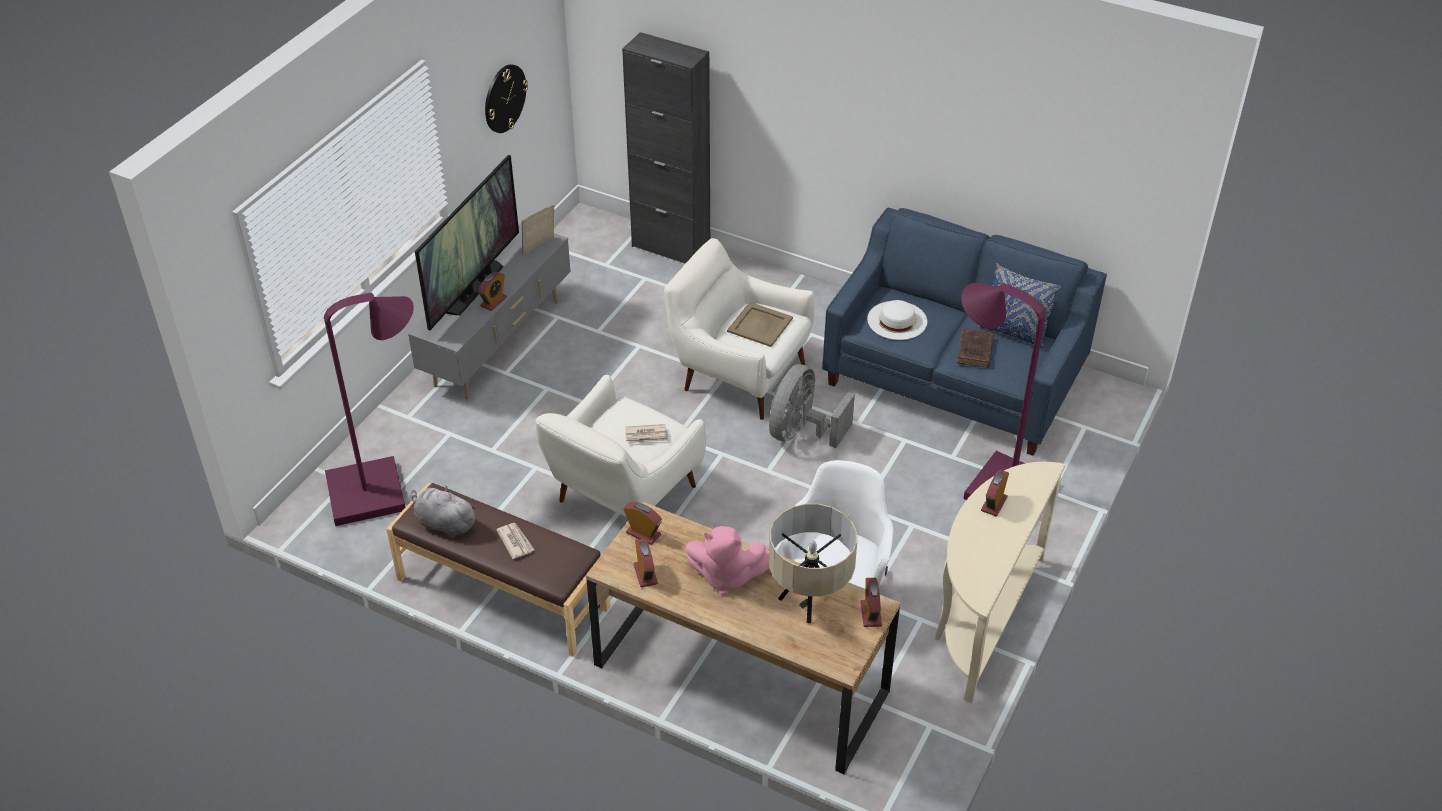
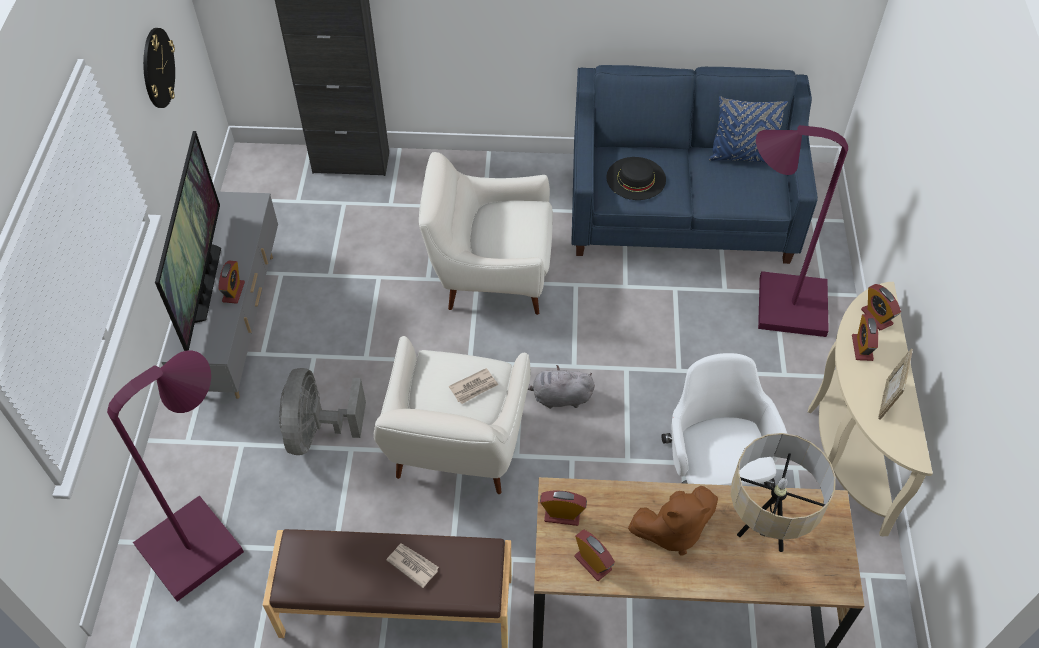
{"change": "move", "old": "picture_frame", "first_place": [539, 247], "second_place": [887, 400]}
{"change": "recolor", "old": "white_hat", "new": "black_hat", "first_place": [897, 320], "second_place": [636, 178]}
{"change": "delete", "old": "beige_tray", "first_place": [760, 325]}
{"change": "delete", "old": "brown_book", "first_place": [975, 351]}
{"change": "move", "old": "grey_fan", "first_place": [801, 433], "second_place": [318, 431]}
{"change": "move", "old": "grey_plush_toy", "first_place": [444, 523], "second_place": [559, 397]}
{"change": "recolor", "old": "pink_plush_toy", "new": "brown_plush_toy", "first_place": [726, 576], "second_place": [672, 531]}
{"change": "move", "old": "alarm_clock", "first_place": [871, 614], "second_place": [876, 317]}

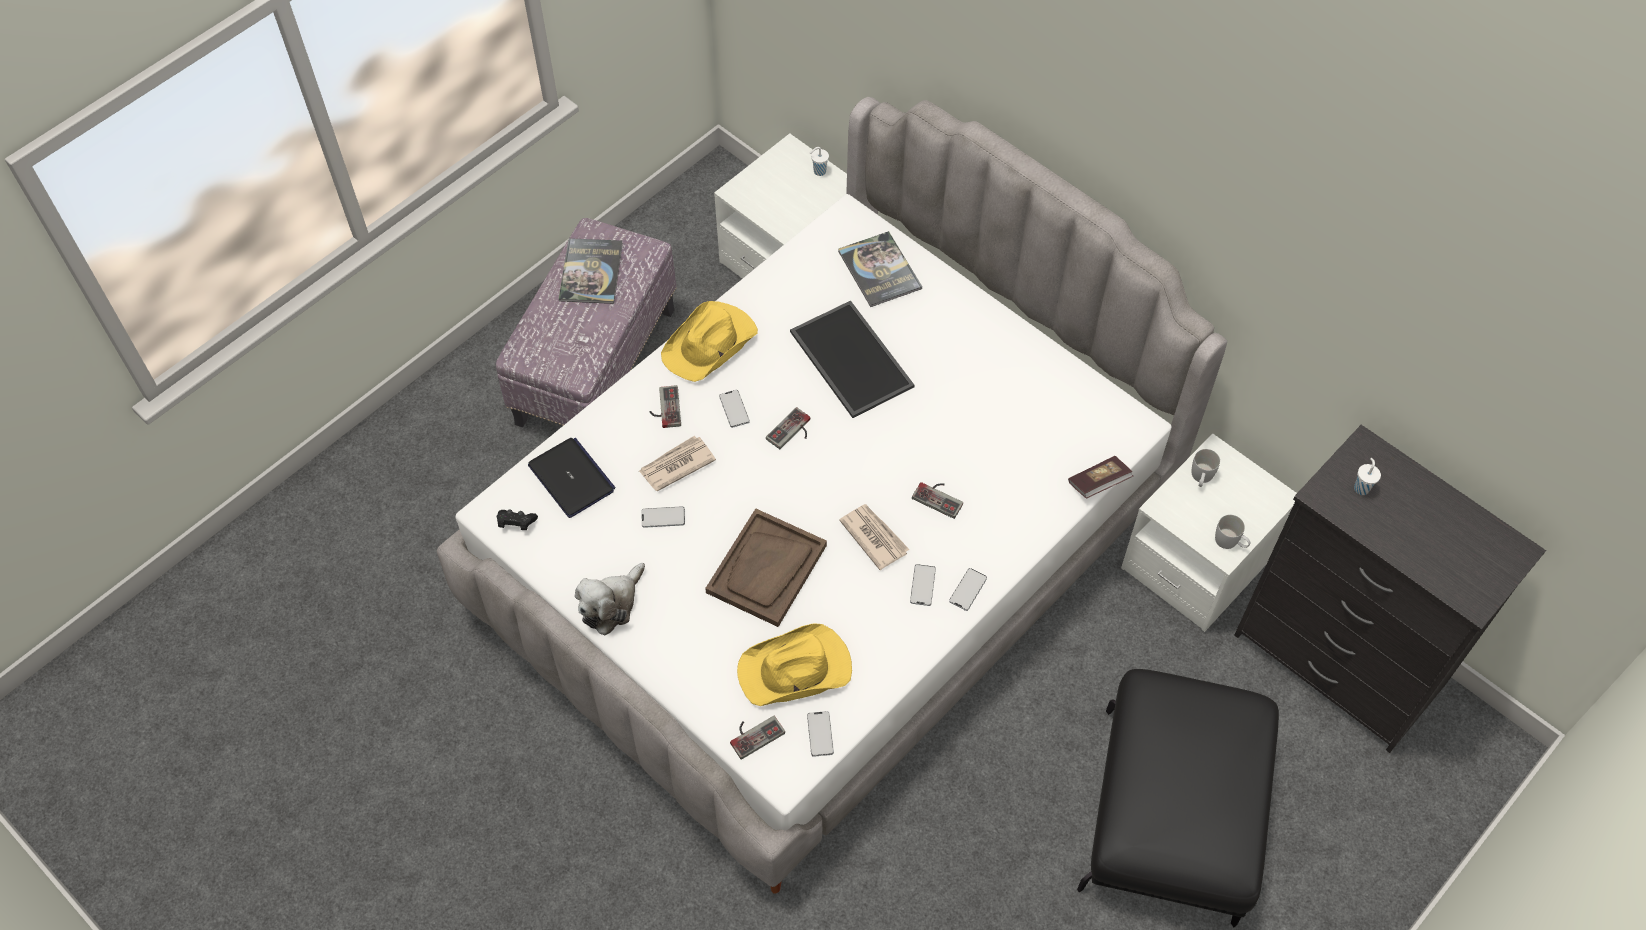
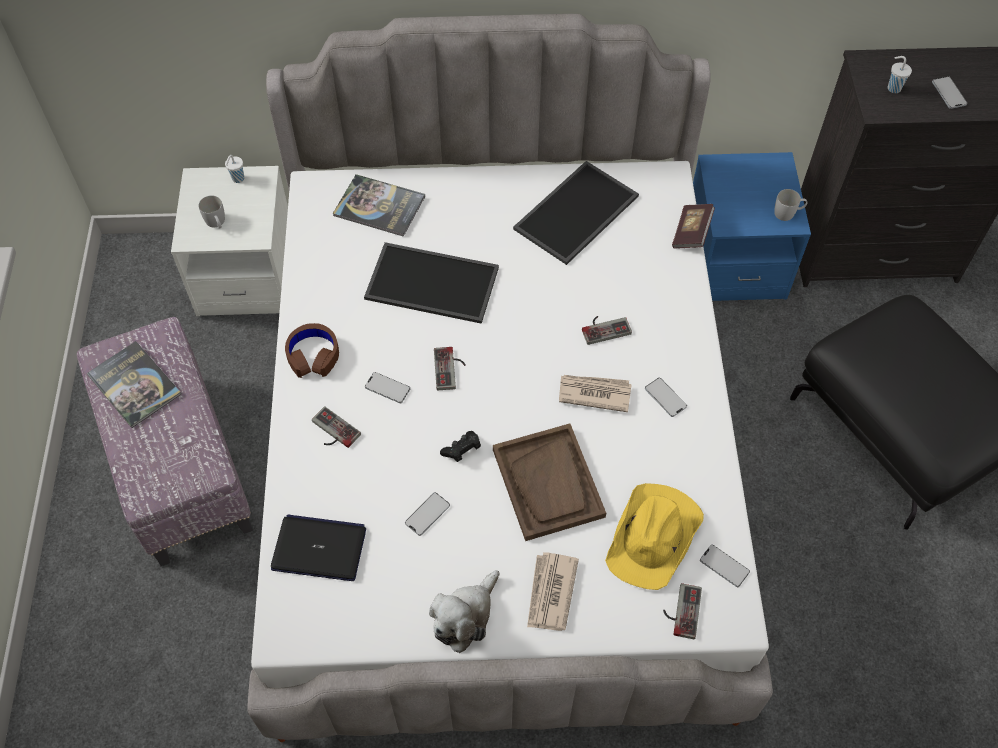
{"change": "replace", "old": "yellow_hat", "new": "brown_headphones", "first_place": [710, 344], "second_place": [313, 355]}
{"change": "recolor", "old": "white_nightstand", "new": "blue_nightstand", "first_place": [1197, 563], "second_place": [734, 261]}
{"change": "move", "old": "newspaper", "first_place": [676, 465], "second_place": [550, 593]}
{"change": "move", "old": "white_mug", "first_place": [1201, 478], "second_place": [217, 223]}
{"change": "move", "old": "black_game_controller", "first_place": [516, 523], "second_place": [462, 450]}
{"change": "rotate", "old": "plush_toy", "first_place": [611, 604], "second_place": [465, 616], "degrees": 45}
{"change": "move", "old": "phone", "first_place": [968, 590], "second_place": [949, 93]}
{"change": "insert", "new": "tray", "second_place": [577, 214]}

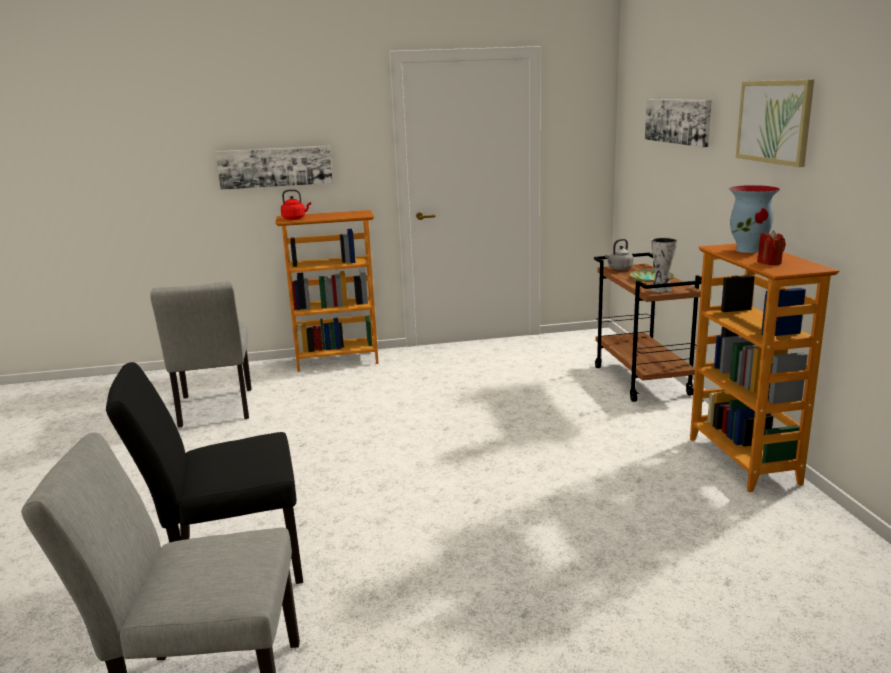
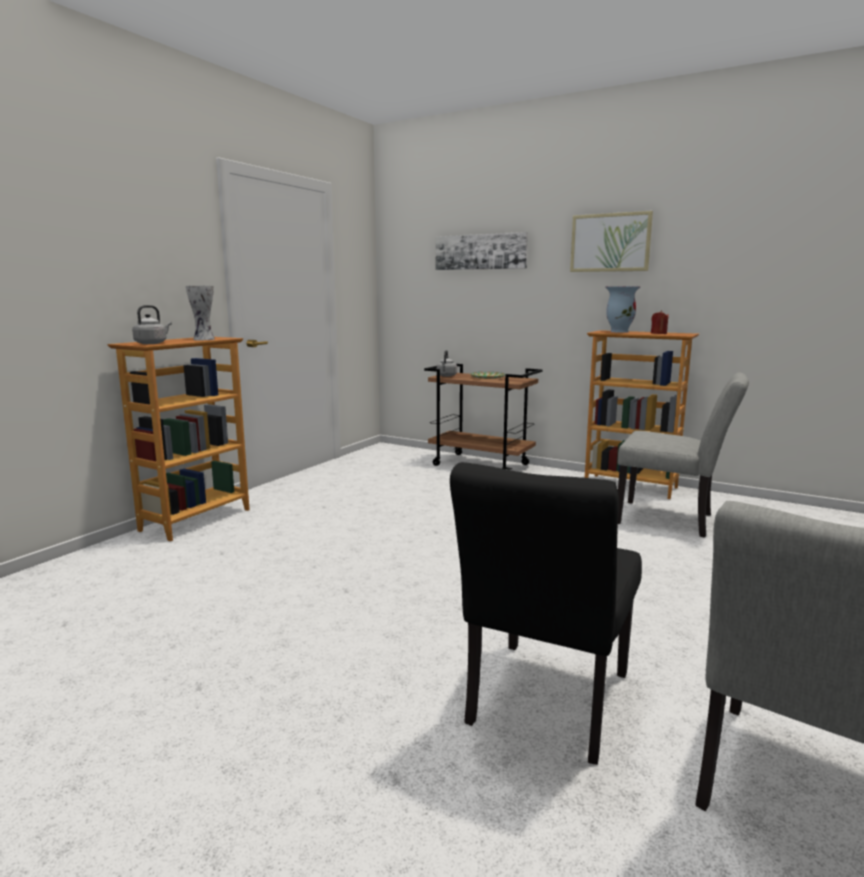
{"change": "delete", "old": "picture", "first_place": [275, 167]}
{"change": "recolor", "old": "red_kettle", "new": "grey_kettle", "first_place": [295, 218], "second_place": [152, 343]}
{"change": "move", "old": "vase", "first_place": [661, 290], "second_place": [204, 339]}
{"change": "move", "old": "grey_chair", "first_place": [215, 410], "second_place": [673, 520]}

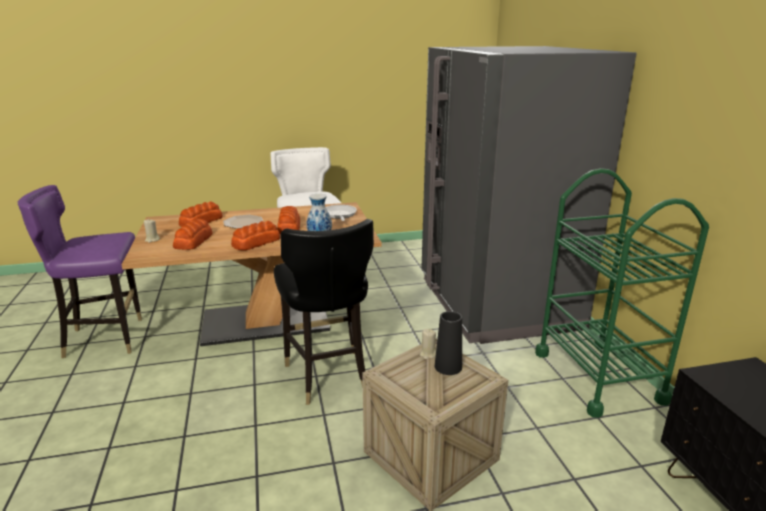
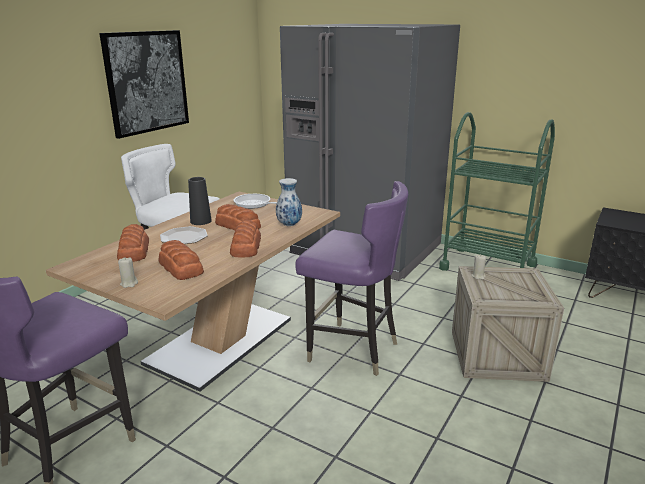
{"change": "recolor", "old": "black_chair", "new": "purple_chair", "first_place": [327, 376], "second_place": [352, 350]}
{"change": "move", "old": "black_vase", "first_place": [448, 367], "second_place": [201, 221]}
{"change": "insert", "new": "picture", "second_place": [147, 82]}

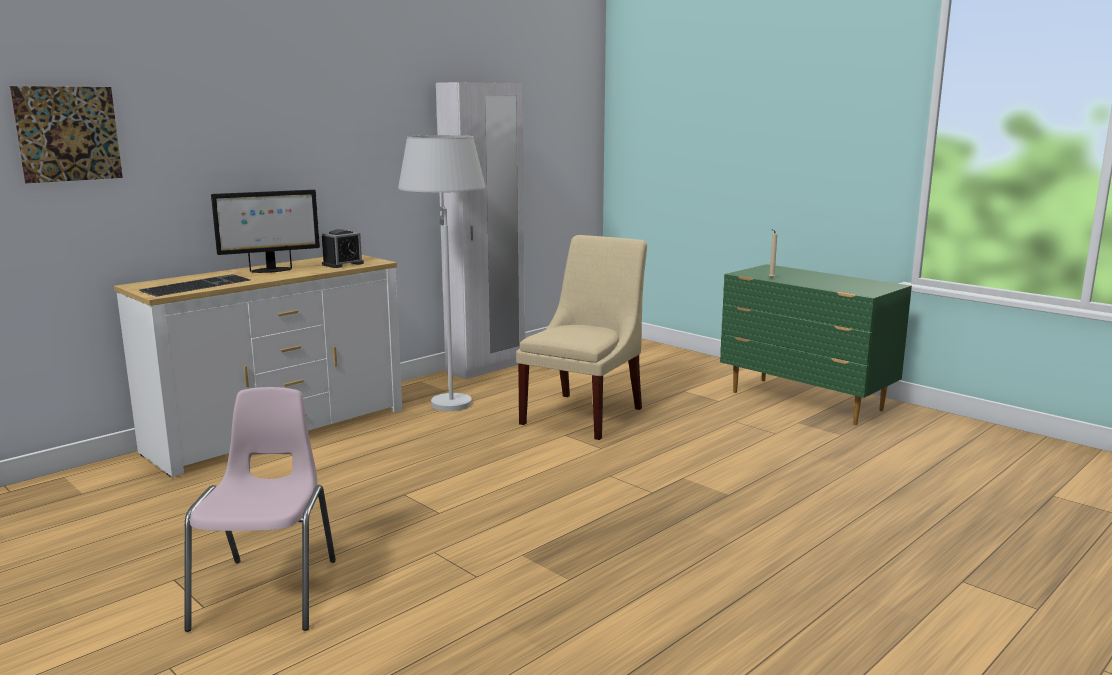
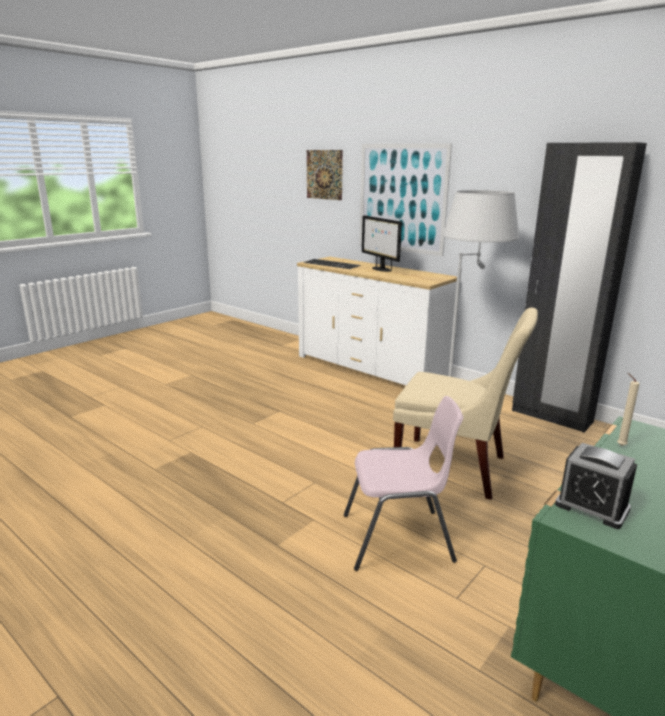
{"change": "recolor", "old": "white_wardrobe", "new": "black_wardrobe", "first_place": [486, 368], "second_place": [551, 416]}
{"change": "move", "old": "alarm_clock", "first_place": [343, 264], "second_place": [592, 507]}
{"change": "move", "old": "pink_chair", "first_place": [269, 592], "second_place": [399, 538]}
{"change": "insert", "new": "picture", "second_place": [402, 198]}

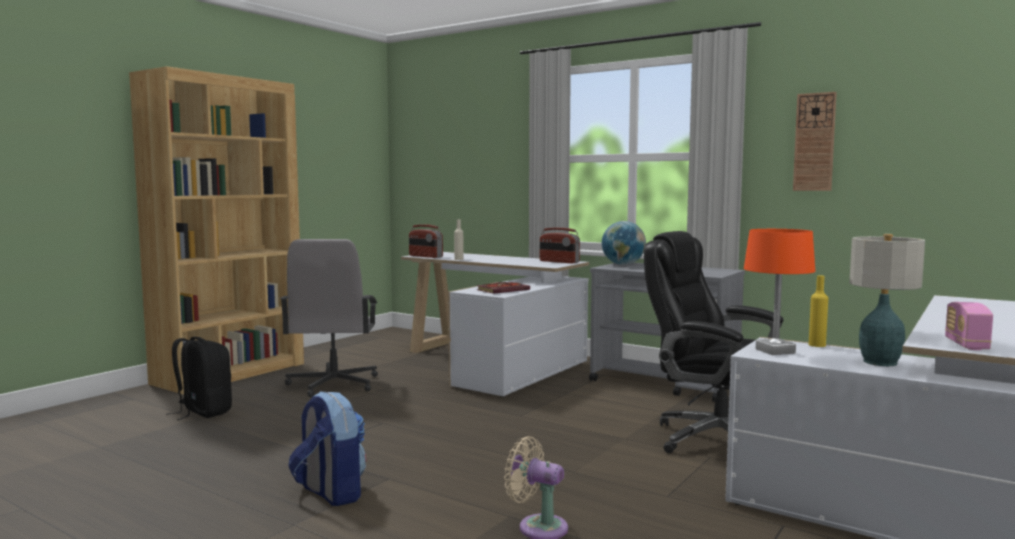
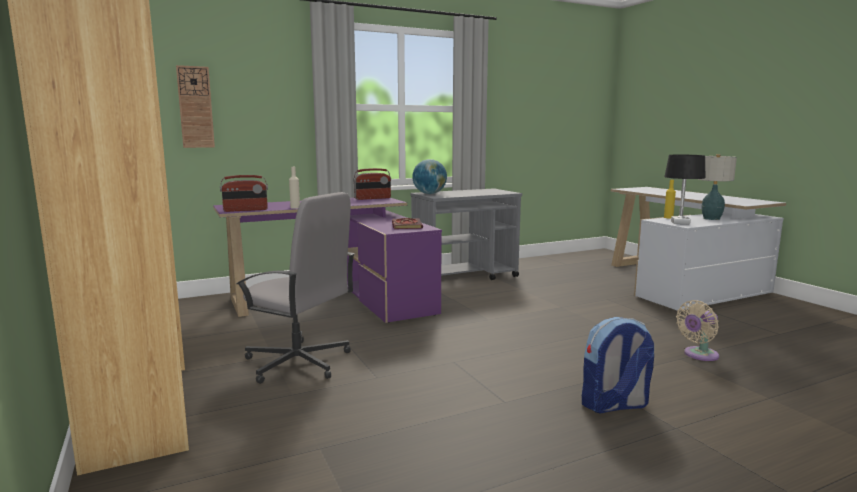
{"change": "move", "old": "wall_clock", "first_place": [814, 142], "second_place": [195, 107]}
{"change": "recolor", "old": "orange_table_lamp", "new": "black_table_lamp", "first_place": [775, 351], "second_place": [680, 223]}
{"change": "delete", "old": "black_office_chair", "first_place": [715, 439]}
{"change": "recolor", "old": "white_desk", "new": "purple_desk", "first_place": [495, 363], "second_place": [339, 300]}
{"change": "delete", "old": "radio", "first_place": [966, 345]}
{"change": "delete", "old": "black_backpack", "first_place": [203, 412]}

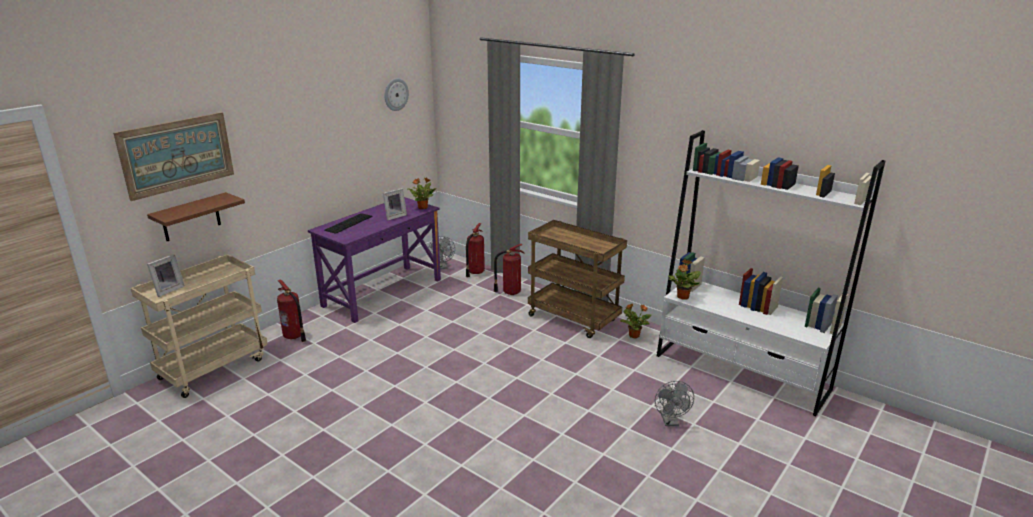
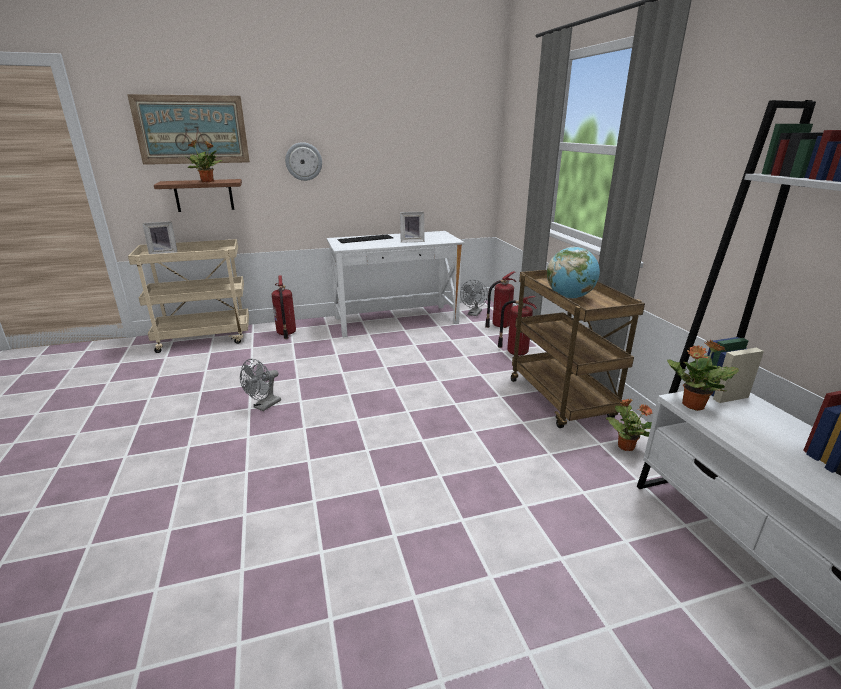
{"change": "move", "old": "wall_clock", "first_place": [395, 94], "second_place": [303, 161]}
{"change": "move", "old": "potted_plant", "first_place": [423, 207], "second_place": [208, 181]}
{"change": "recolor", "old": "purple_desk", "new": "white_desk", "first_place": [382, 293], "second_place": [396, 320]}
{"change": "move", "old": "grey_fan", "first_place": [670, 421], "second_place": [264, 406]}
{"change": "insert", "new": "globe", "second_place": [569, 297]}

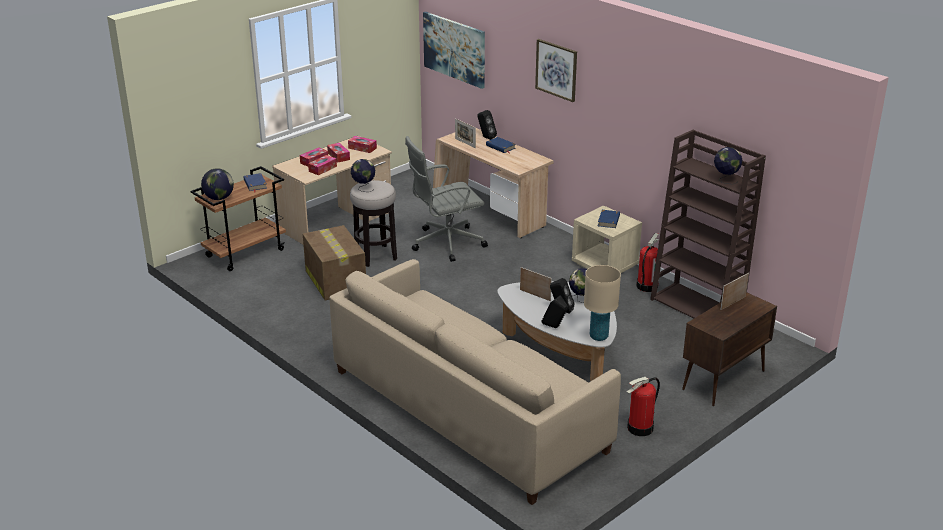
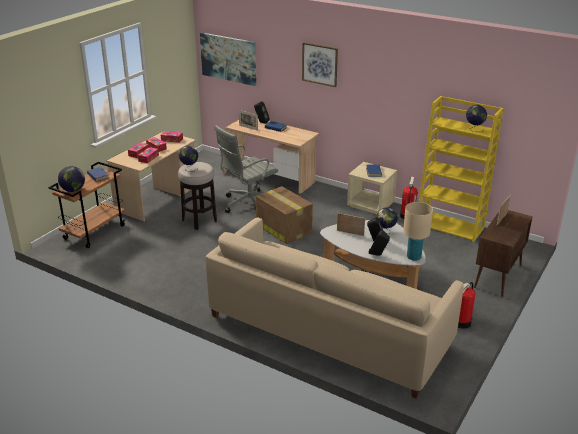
{"change": "recolor", "old": "brown_bookcase", "new": "yellow_bookcase", "first_place": [697, 307], "second_place": [450, 226]}
{"change": "move", "old": "cardboard_box", "first_place": [335, 280], "second_place": [283, 228]}

